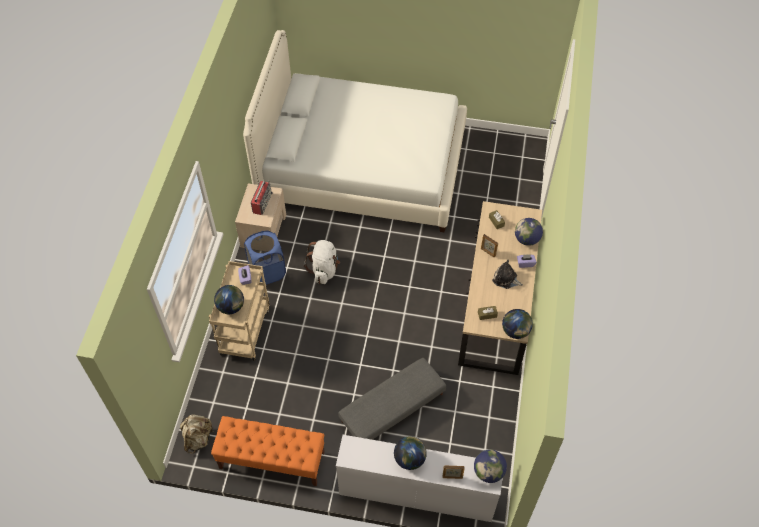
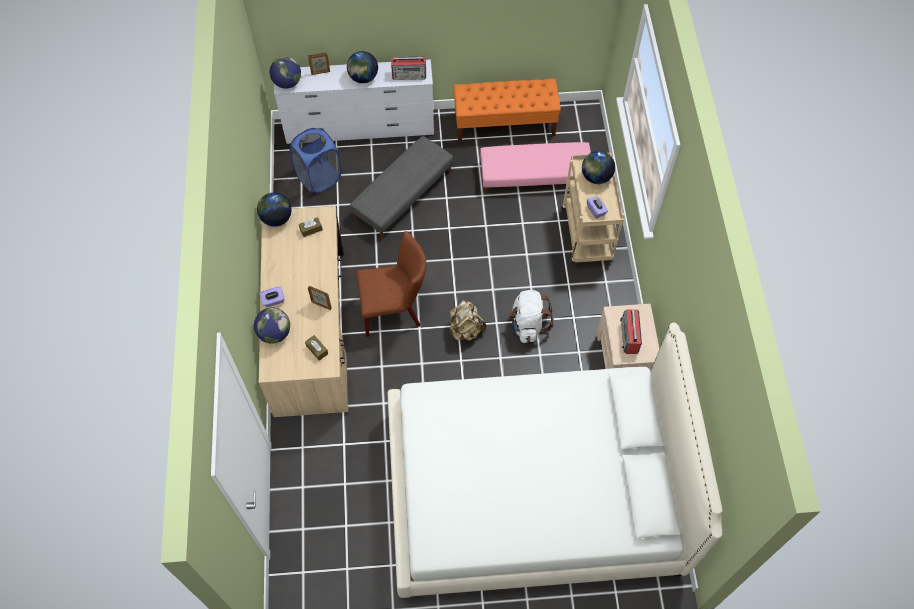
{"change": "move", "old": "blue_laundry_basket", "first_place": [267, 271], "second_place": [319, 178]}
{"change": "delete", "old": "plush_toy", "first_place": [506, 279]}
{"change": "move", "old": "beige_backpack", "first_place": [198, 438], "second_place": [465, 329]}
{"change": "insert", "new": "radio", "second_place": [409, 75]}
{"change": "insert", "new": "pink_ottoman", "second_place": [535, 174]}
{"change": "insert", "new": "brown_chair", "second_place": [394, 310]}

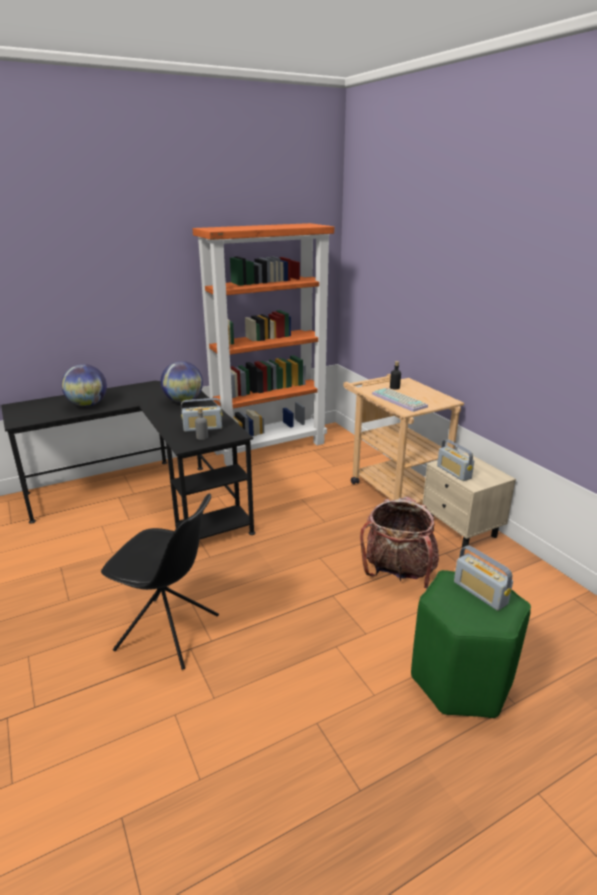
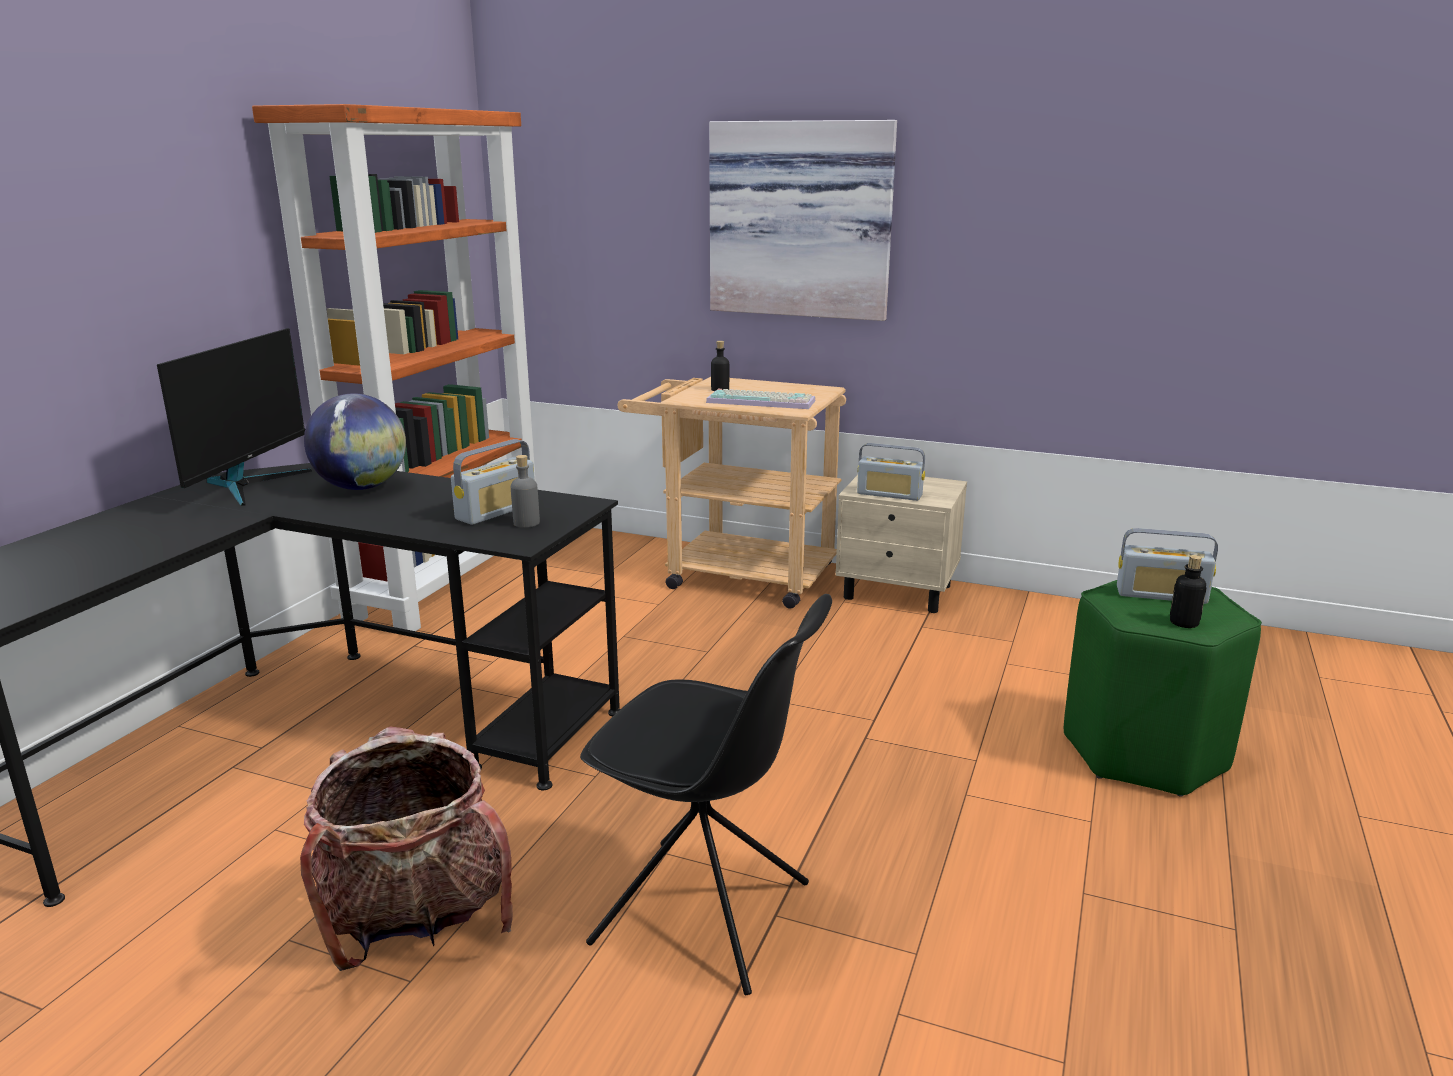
{"change": "delete", "old": "globe", "first_place": [87, 405]}
{"change": "rotate", "old": "black_chair", "first_place": [169, 633], "second_place": [706, 915], "degrees": 45}
{"change": "move", "old": "backpack", "first_place": [398, 572], "second_place": [418, 923]}
{"change": "insert", "new": "picture", "second_place": [801, 220]}
{"change": "insert", "new": "monitor", "second_place": [248, 485]}
{"change": "insert", "new": "bottle", "second_place": [1184, 623]}

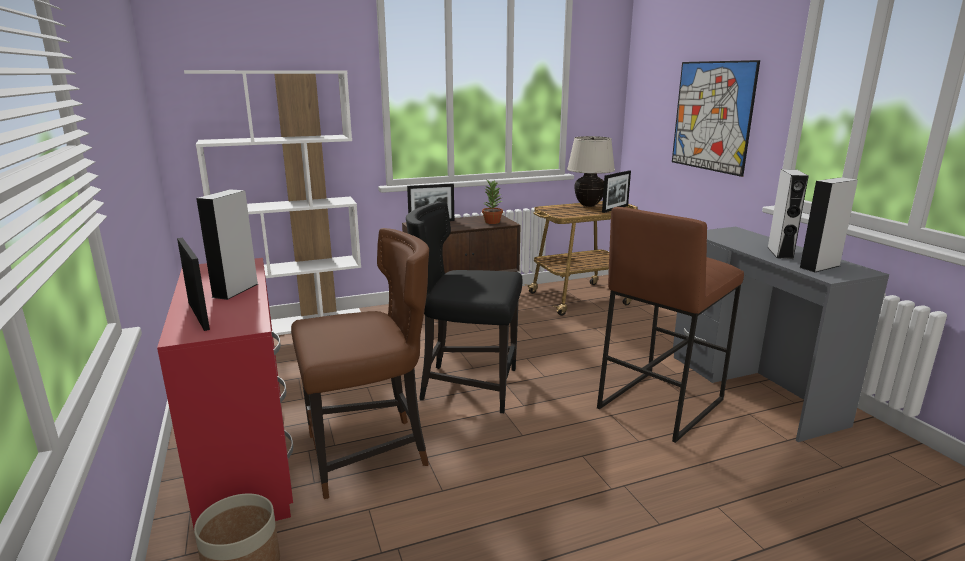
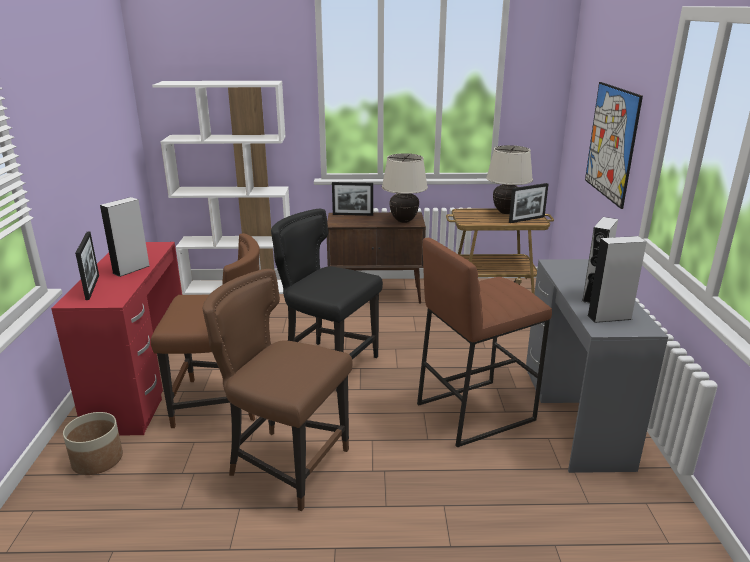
{"change": "replace", "old": "potted_plant", "new": "beige_table_lamp", "first_place": [492, 222], "second_place": [403, 221]}
{"change": "insert", "new": "brown_chair", "second_place": [286, 464]}

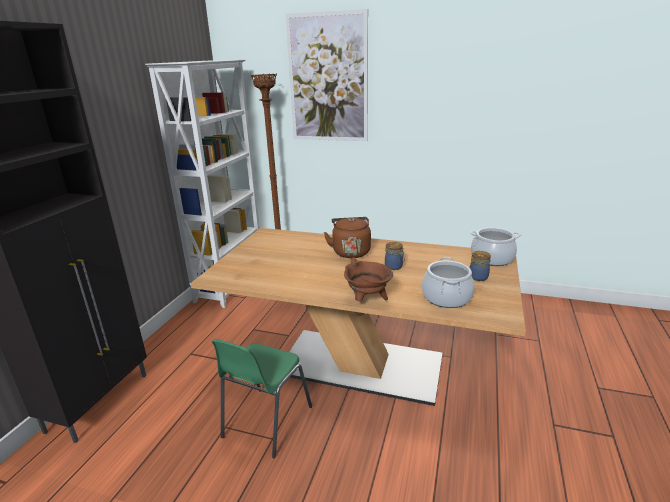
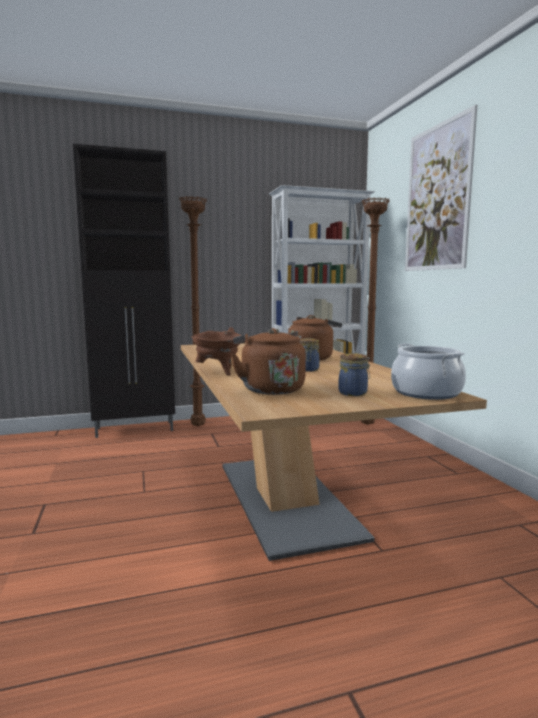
{"change": "replace", "old": "cooking_pot", "new": "brown_kettle", "first_place": [446, 297], "second_place": [270, 389]}
{"change": "delete", "old": "green_chair", "first_place": [265, 423]}
{"change": "insert", "new": "brown_floor_lamp", "second_place": [199, 426]}

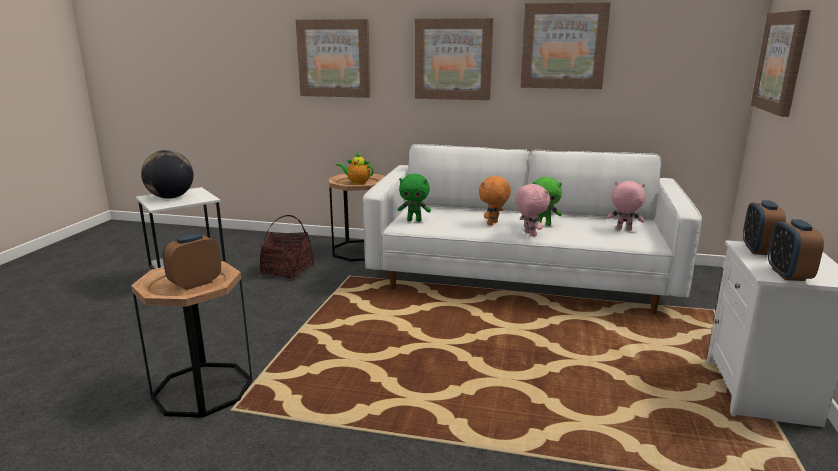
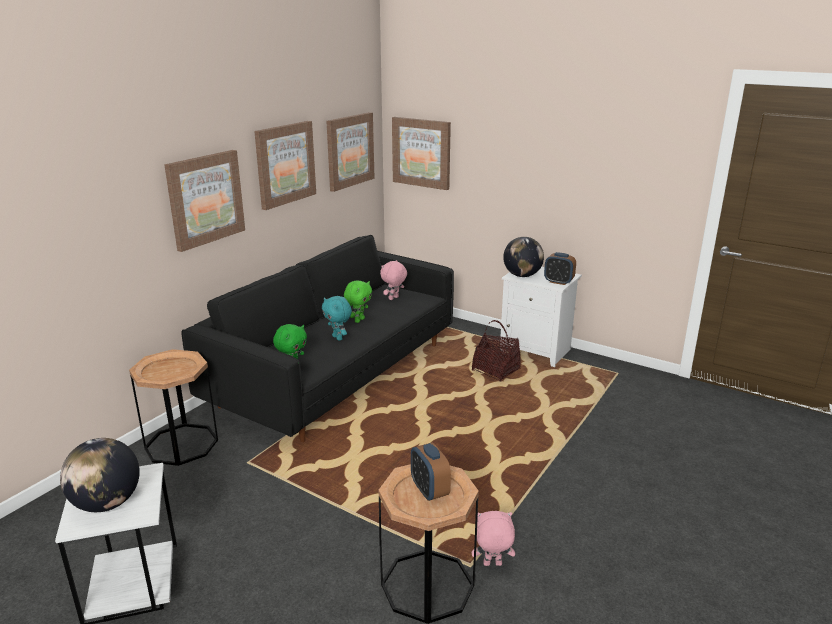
{"change": "move", "old": "picture", "first_place": [334, 58], "second_place": [349, 151]}
{"change": "recolor", "old": "white_sofa", "new": "black_sofa", "first_place": [520, 277], "second_place": [336, 374]}
{"change": "delete", "old": "teapot", "first_place": [357, 183]}
{"change": "recolor", "old": "orange_plush_toy", "new": "turquoise_plush_toy", "first_place": [493, 224], "second_place": [338, 338]}
{"change": "move", "old": "pink_plush_toy", "first_place": [529, 234], "second_place": [492, 565]}
{"change": "replace", "old": "alarm_clock", "new": "globe", "first_place": [758, 250], "second_place": [522, 275]}
{"change": "move", "old": "basket", "first_place": [287, 271], "second_place": [496, 370]}

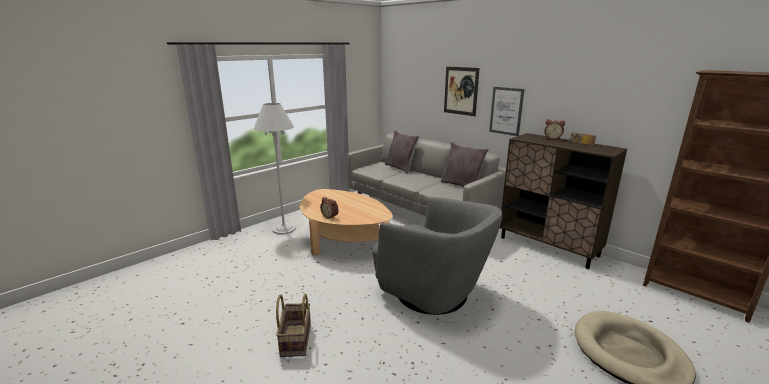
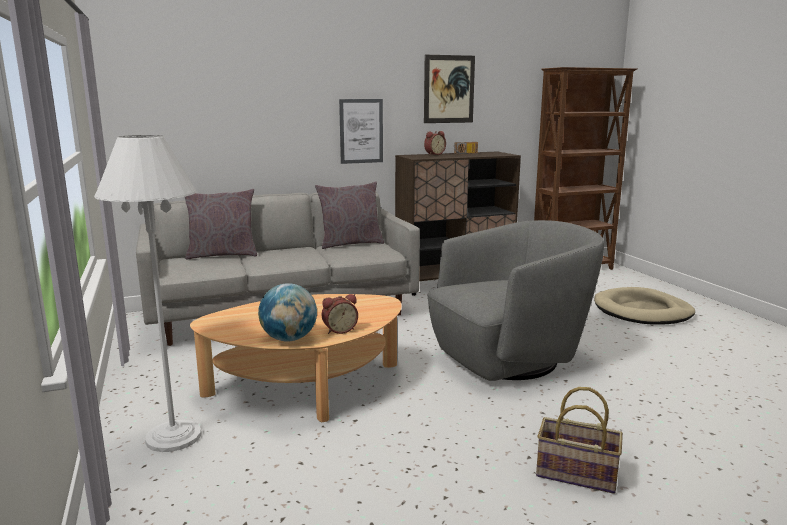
{"change": "move", "old": "picture", "first_place": [461, 91], "second_place": [449, 89]}
{"change": "insert", "new": "globe", "second_place": [289, 339]}

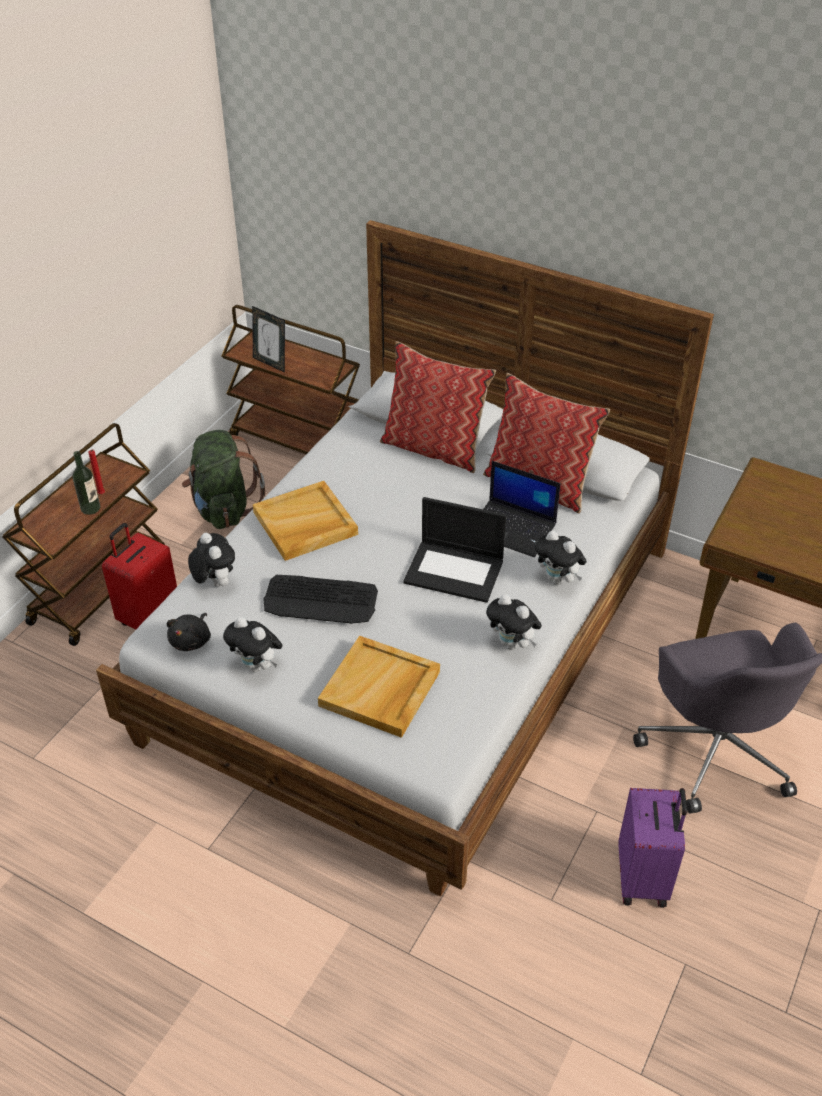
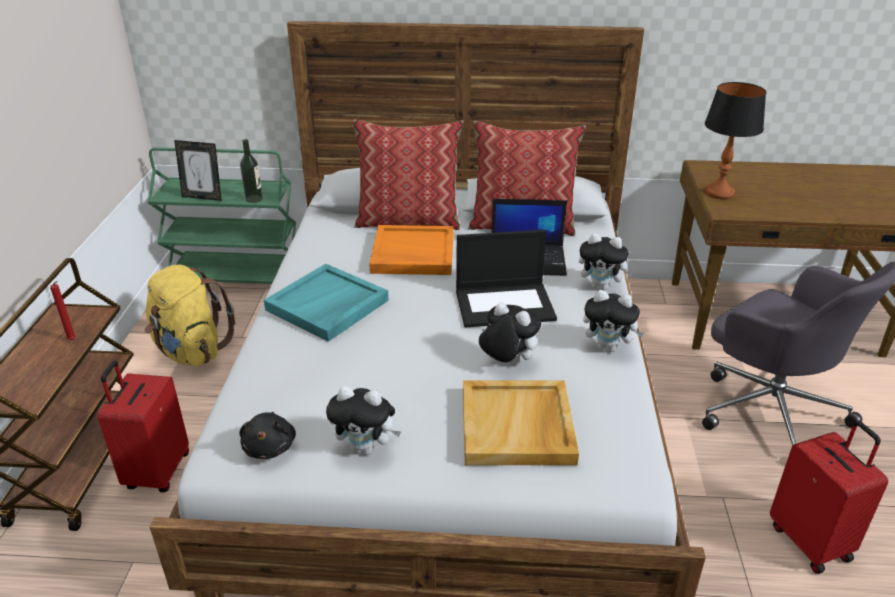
{"change": "recolor", "old": "brown_cart", "new": "green_cart", "first_place": [298, 442], "second_place": [237, 280]}
{"change": "recolor", "old": "green_backpack", "new": "yellow_backpack", "first_place": [224, 509], "second_place": [191, 351]}
{"change": "move", "old": "bottle", "first_place": [90, 508], "second_place": [254, 199]}
{"change": "recolor", "old": "beige_tray", "new": "turquoise_tray", "first_place": [304, 524], "second_place": [327, 306]}
{"change": "move", "old": "plush_toy", "first_place": [214, 582], "second_place": [506, 363]}
{"change": "delete", "old": "keyboard", "first_place": [321, 600]}
{"change": "recolor", "old": "purple_suitcase", "new": "red_suitcase", "first_place": [644, 878], "second_place": [811, 541]}
{"change": "insert", "new": "table_lamp", "second_place": [719, 193]}
{"change": "insert", "new": "orange_tray", "second_place": [412, 254]}

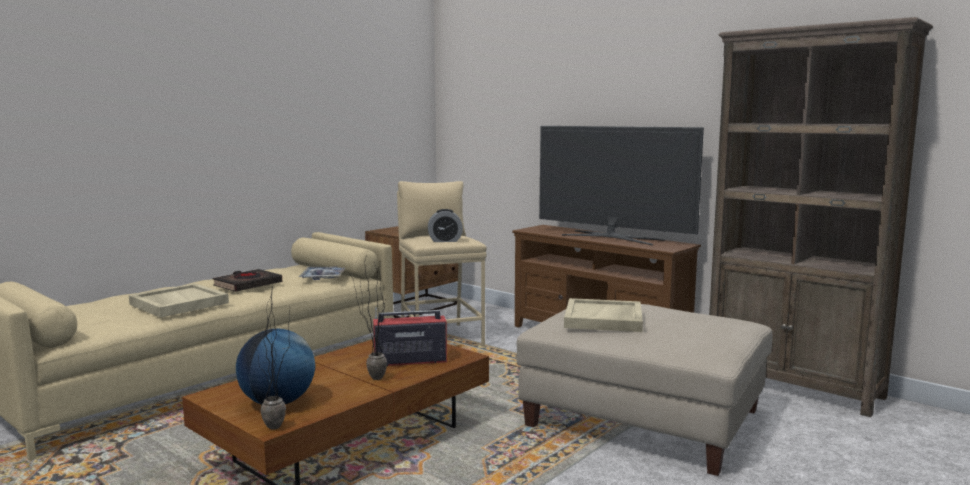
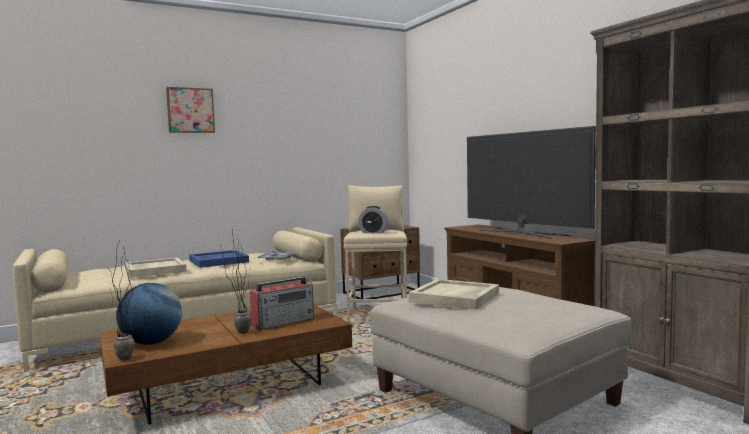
{"change": "replace", "old": "black_book", "new": "blue_tray", "first_place": [247, 285], "second_place": [218, 261]}
{"change": "rotate", "old": "radio", "first_place": [409, 360], "second_place": [284, 322], "degrees": 135}
{"change": "insert", "new": "picture", "second_place": [190, 110]}

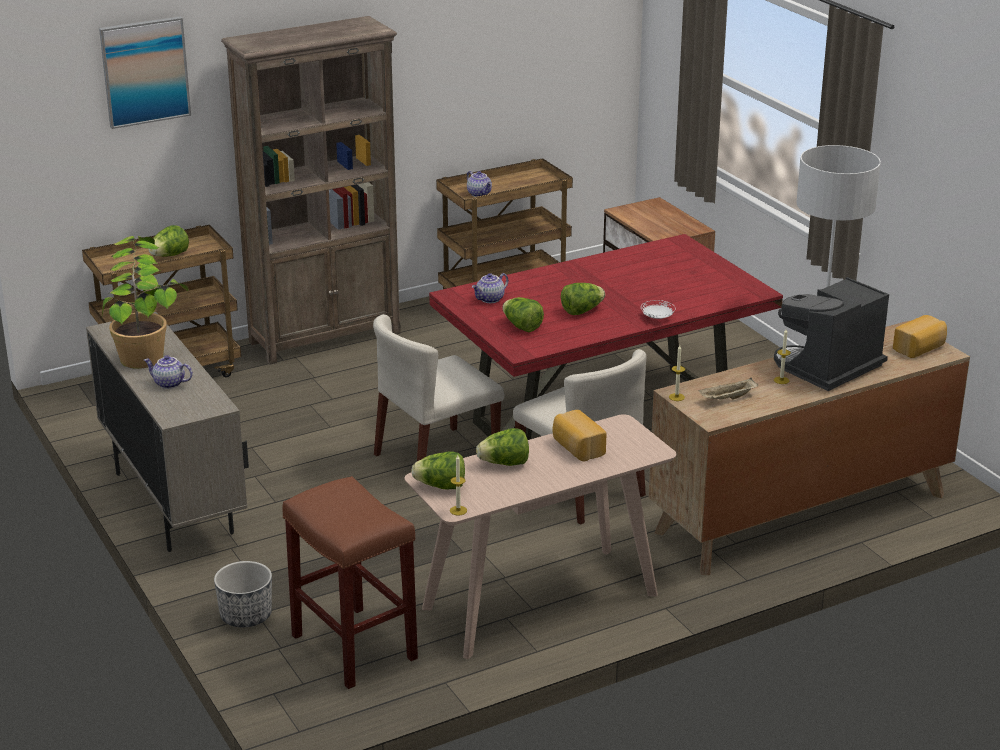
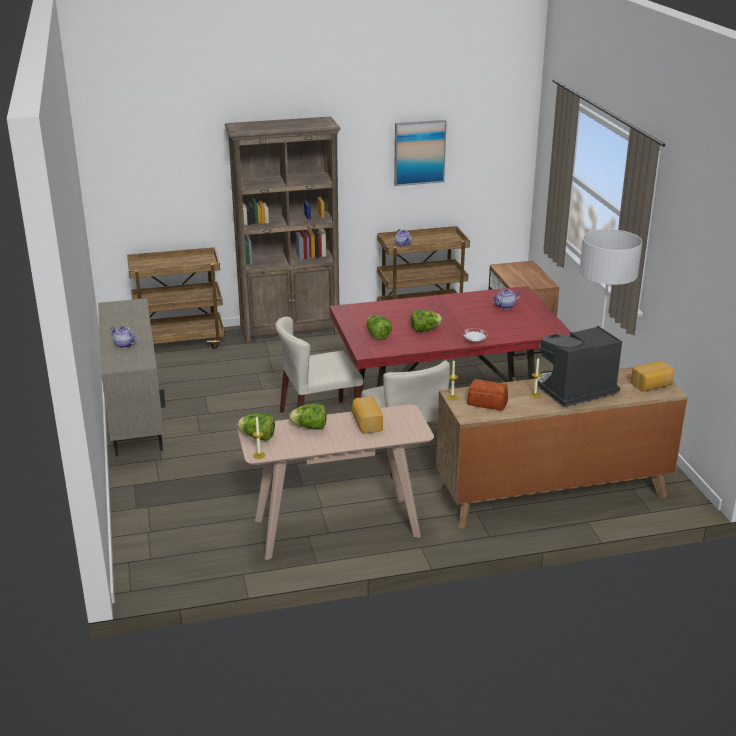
{"change": "move", "old": "picture", "first_place": [145, 71], "second_place": [419, 152]}
{"change": "delete", "old": "lettuce", "first_place": [169, 256]}
{"change": "delete", "old": "potted_plant", "first_place": [146, 348]}
{"change": "move", "old": "teapot", "first_place": [490, 299], "second_place": [505, 306]}
{"change": "replace", "old": "beige_tray", "new": "bread", "first_place": [727, 399], "second_place": [488, 403]}
{"change": "delete", "old": "brown_stool", "first_place": [352, 646]}
{"change": "delete", "old": "planter", "first_place": [245, 616]}

